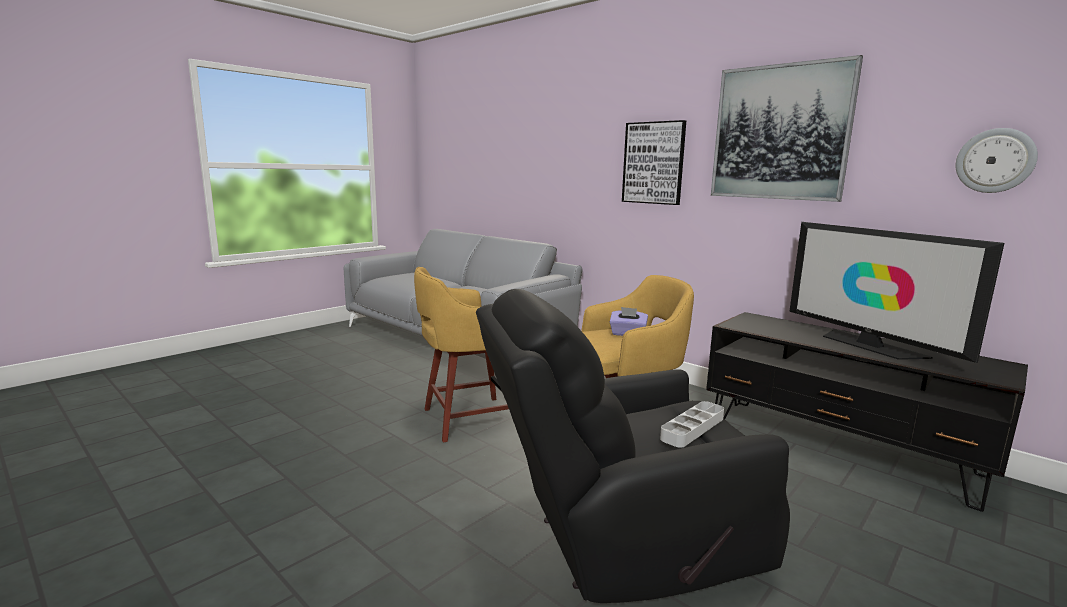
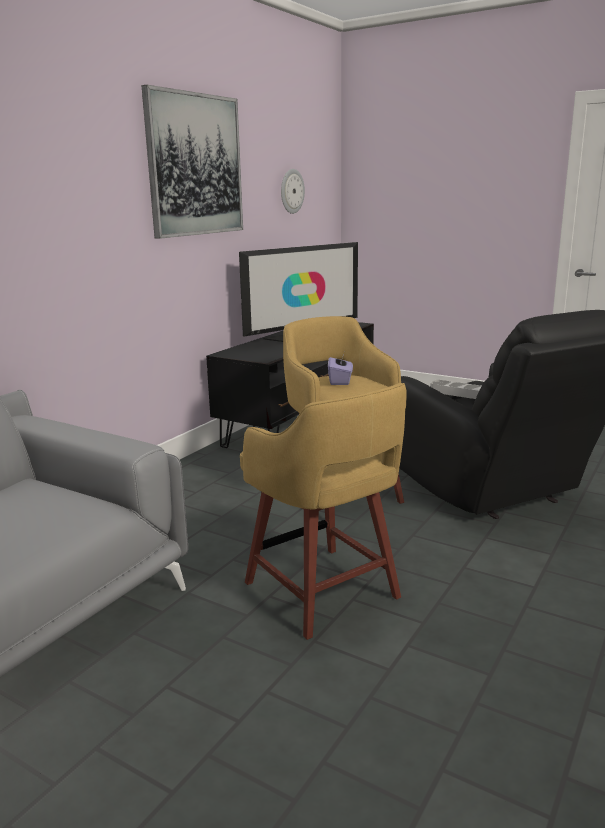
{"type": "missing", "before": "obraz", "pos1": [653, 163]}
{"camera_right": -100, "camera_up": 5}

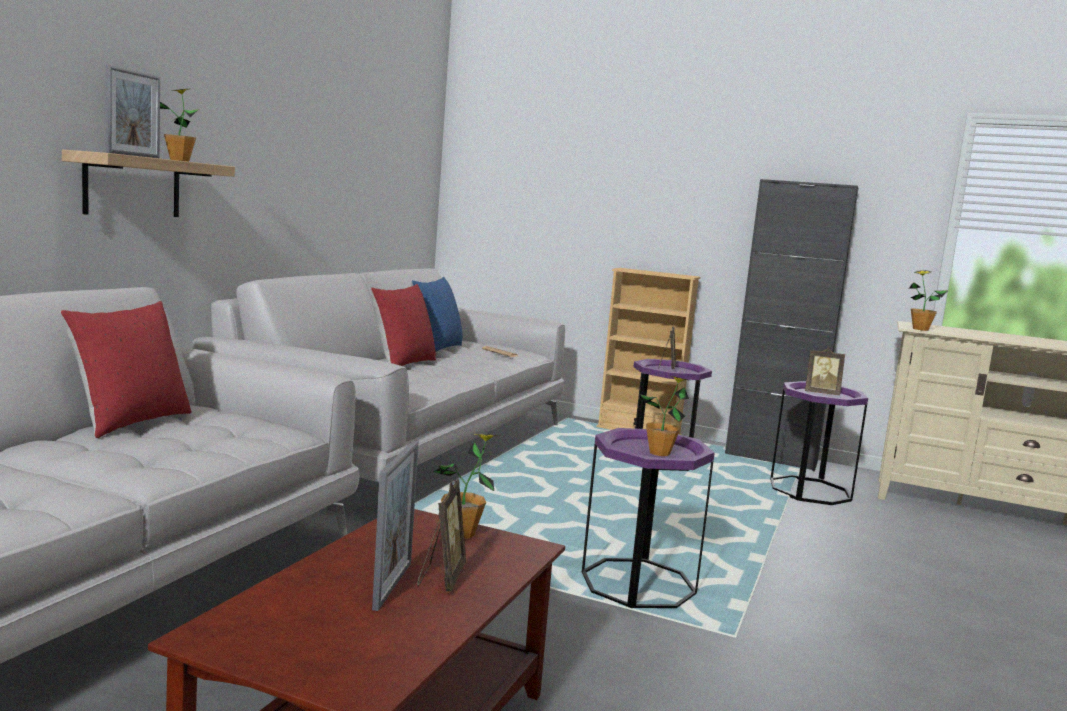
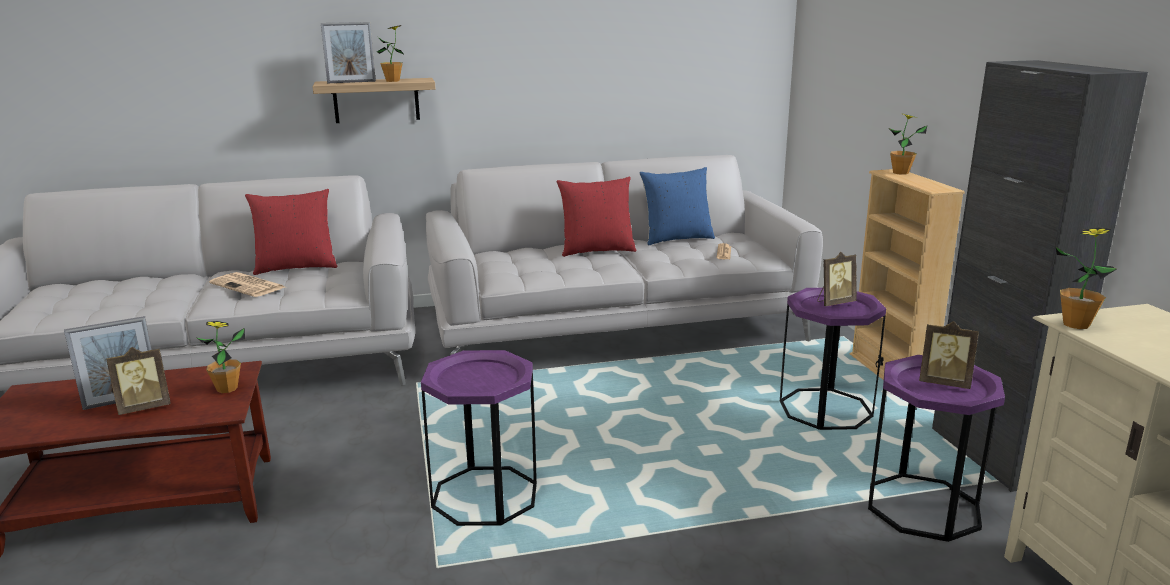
{"type": "appeared", "after": "gazeta", "pos2": [249, 286]}
{"type": "relocated", "before": "roślina doniczkowa", "pos1": [659, 453], "pos2": [900, 173]}
{"type": "spun", "before": "ramka na zdjęcie", "pos1": [821, 393], "pos2": [944, 383], "turn": -45}
{"camera_right": 55, "camera_up": 10}

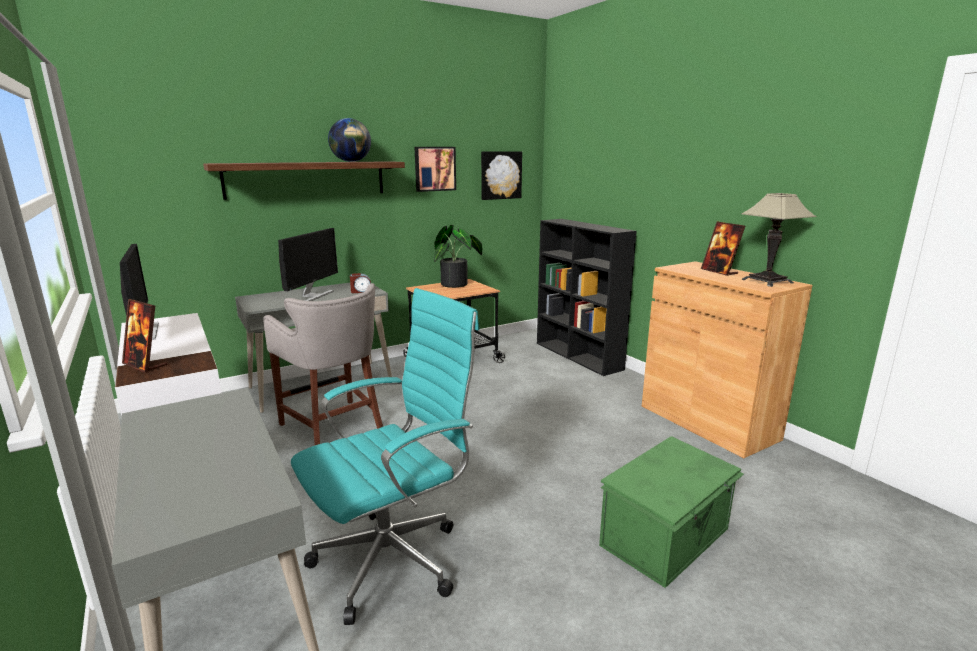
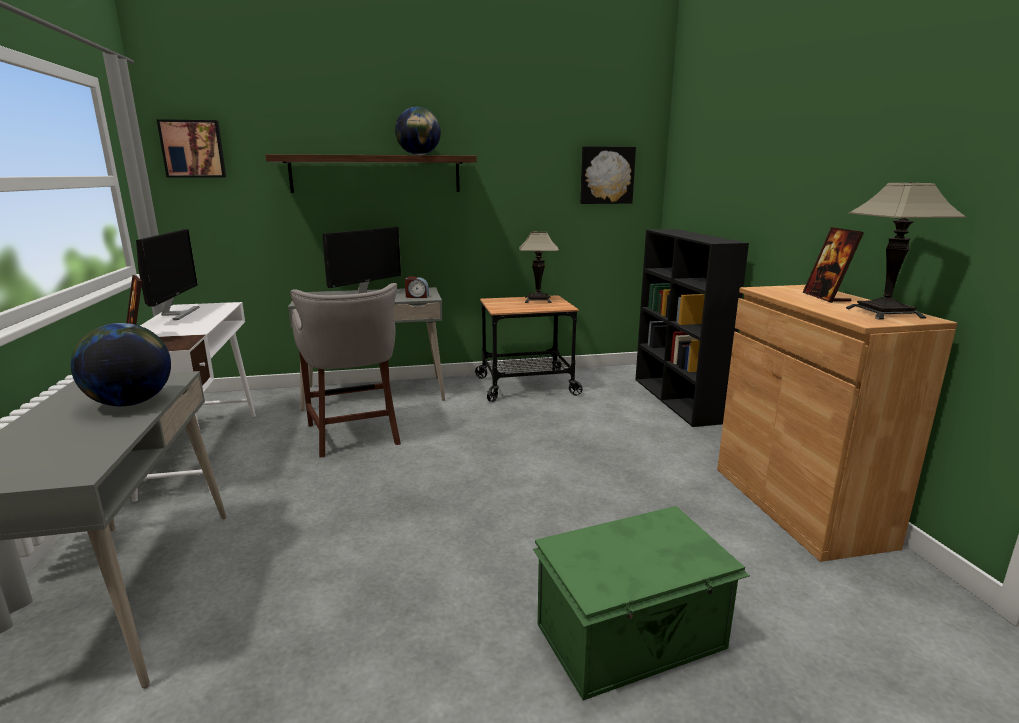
{"type": "missing", "before": "krzesło biurowe/turkusowy", "pos1": [394, 558]}
{"type": "appeared", "after": "globus", "pos2": [130, 403]}
{"type": "relocated", "before": "obraz", "pos1": [434, 169], "pos2": [193, 149]}
{"type": "exchanged", "before": "roślina doniczkowa", "after": "lampa stołowa", "pos1": [457, 284], "pos2": [538, 300]}
{"camera_right": 20, "camera_up": 0}

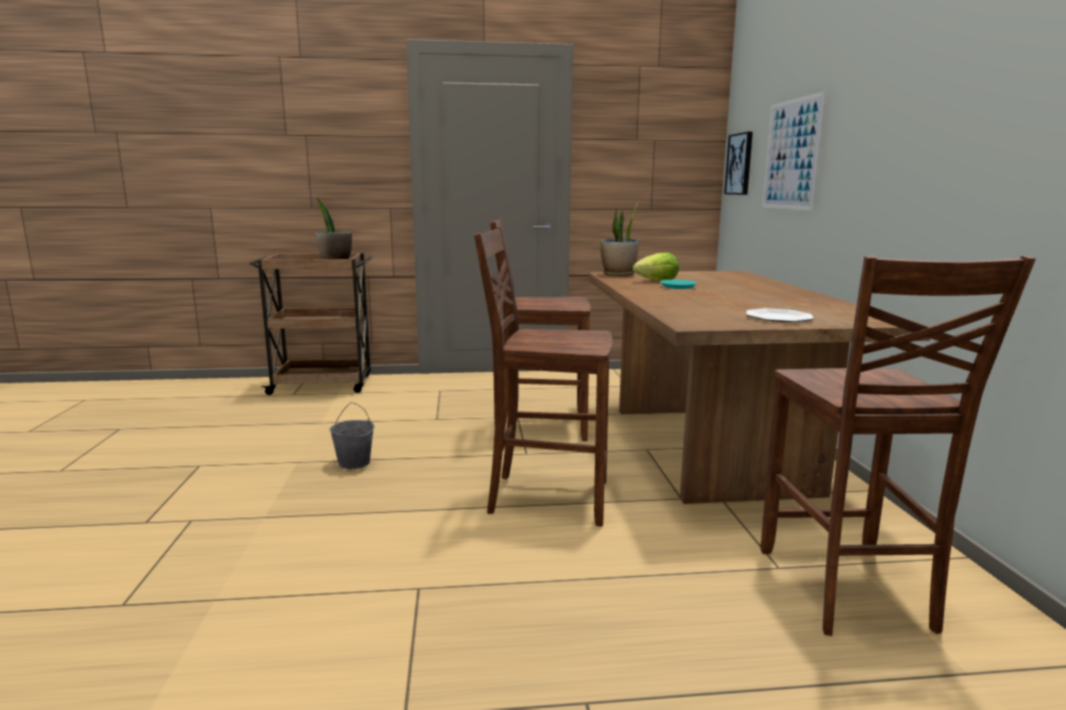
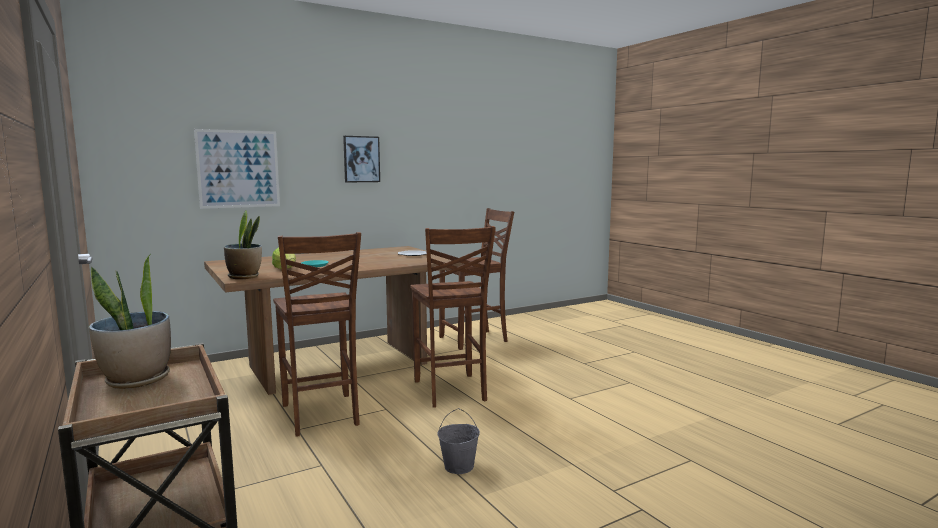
{"type": "relocated", "before": "obraz", "pos1": [740, 164], "pos2": [361, 159]}
{"camera_right": -115, "camera_up": -5}

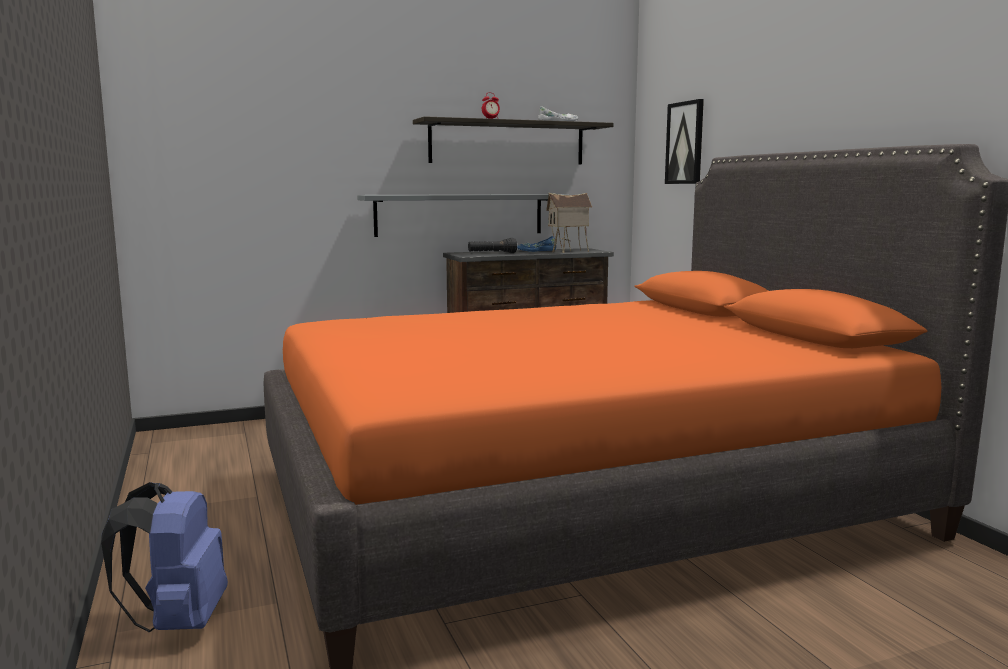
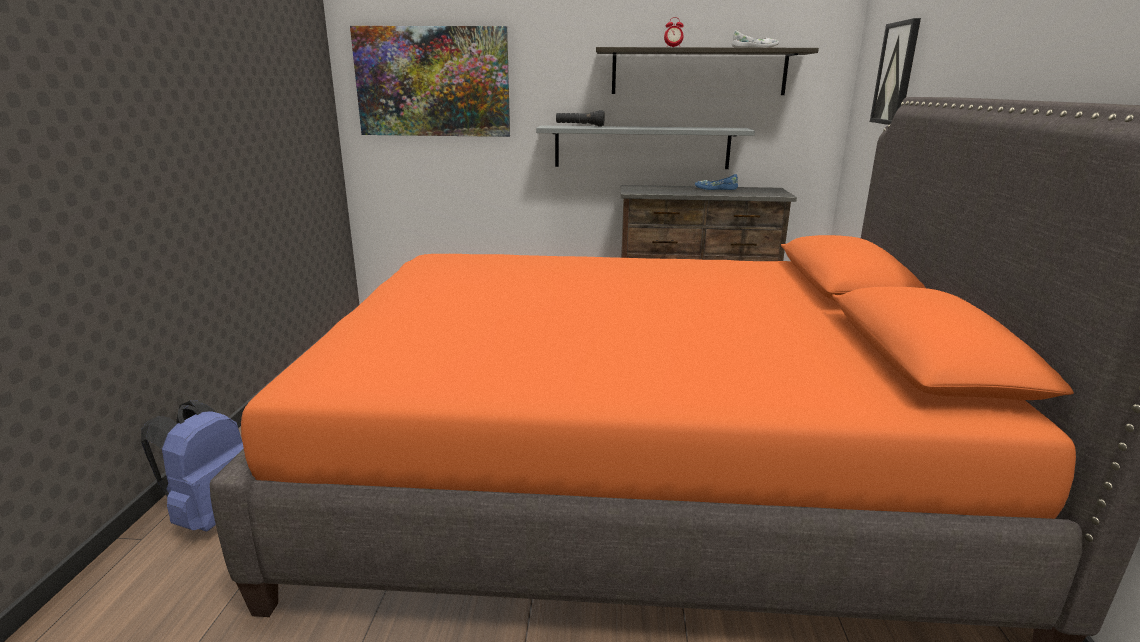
{"type": "missing", "before": "domek", "pos1": [569, 252]}
{"type": "appeared", "after": "obraz", "pos2": [432, 82]}
{"type": "relocated", "before": "latarka/czarny", "pos1": [492, 253], "pos2": [580, 126]}
{"camera_right": 25, "camera_up": 10}

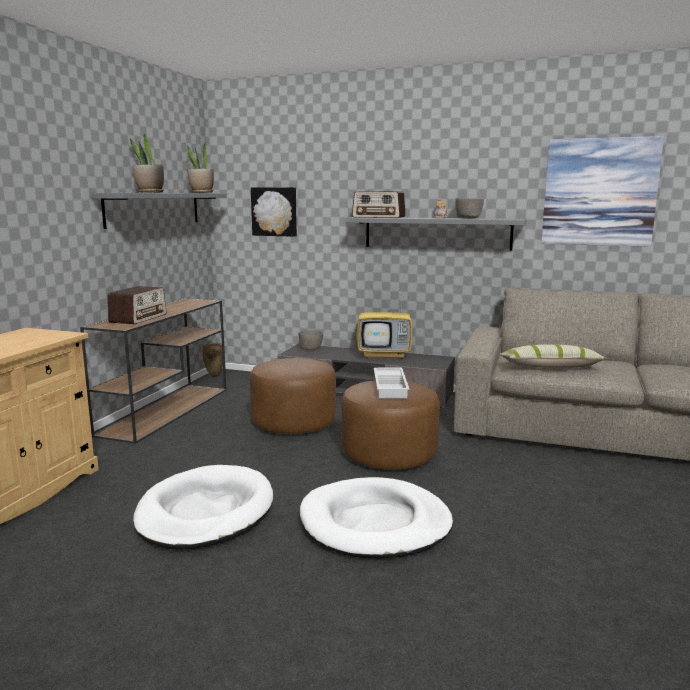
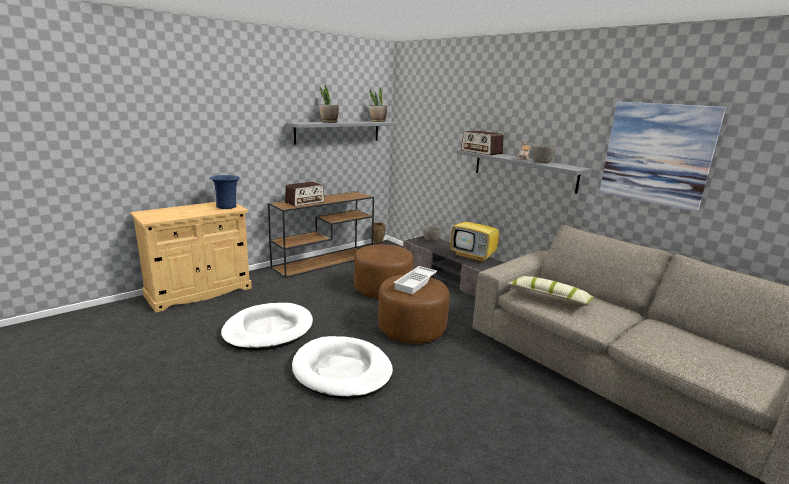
{"type": "missing", "before": "obraz", "pos1": [274, 211]}
{"type": "appeared", "after": "wazon/niebieski", "pos2": [227, 207]}
{"camera_right": 30, "camera_up": 5}

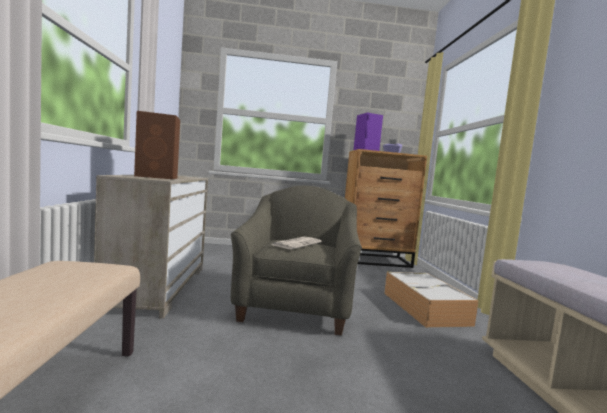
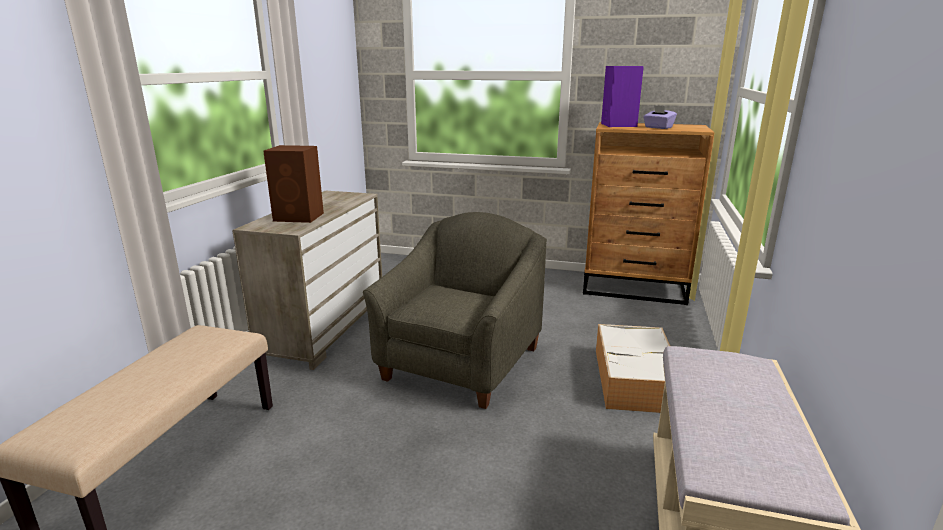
{"type": "missing", "before": "gazeta", "pos1": [296, 243]}
{"camera_right": 20, "camera_up": 15}

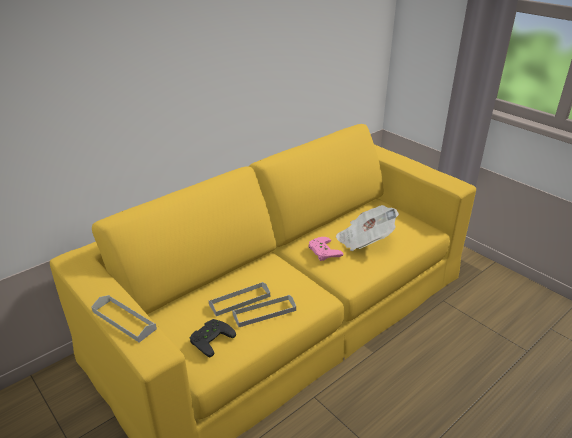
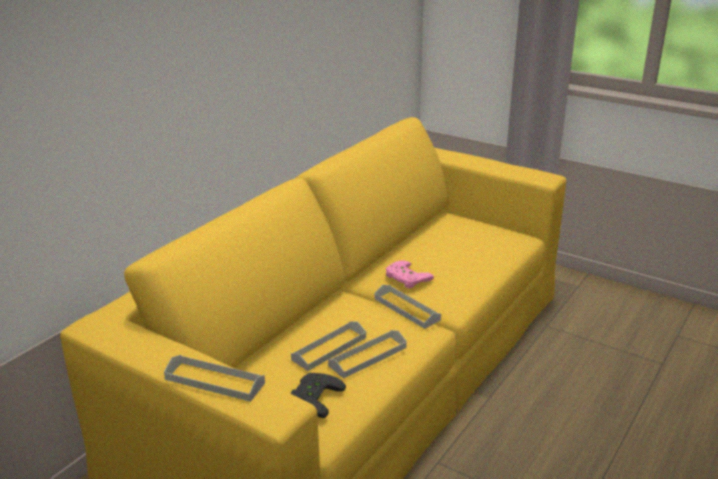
{"type": "missing", "before": "gazeta", "pos1": [365, 240]}
{"type": "appeared", "after": "taca/szary", "pos2": [406, 309]}
{"camera_right": -15, "camera_up": -5}

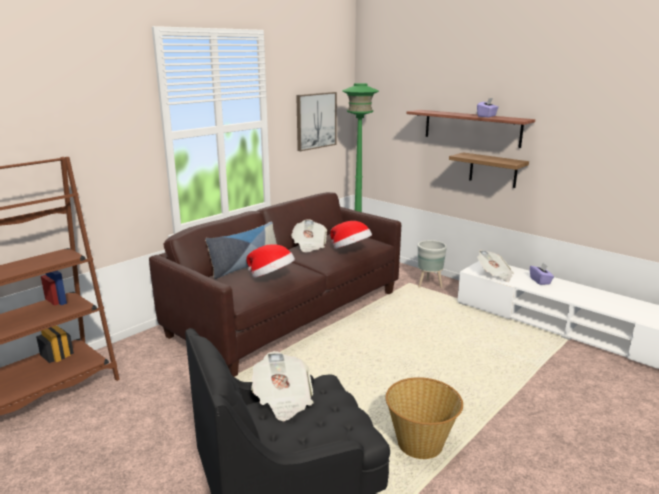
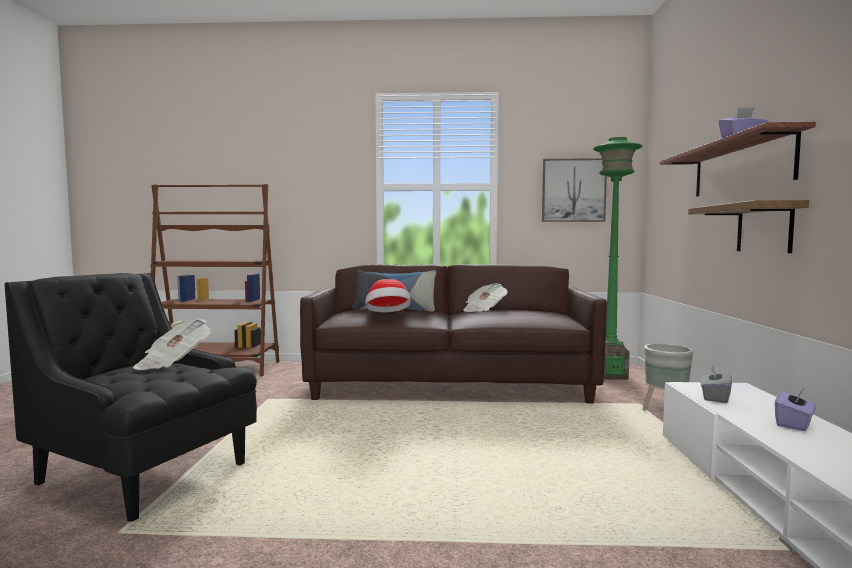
{"type": "missing", "before": "kapelusz", "pos1": [351, 249]}
{"type": "missing", "before": "koszyk", "pos1": [420, 443]}
{"type": "exchanged", "before": "gazeta", "after": "pudełko chusteczek/szary", "pos1": [494, 275], "pos2": [715, 397]}
{"camera_right": 50, "camera_up": -15}

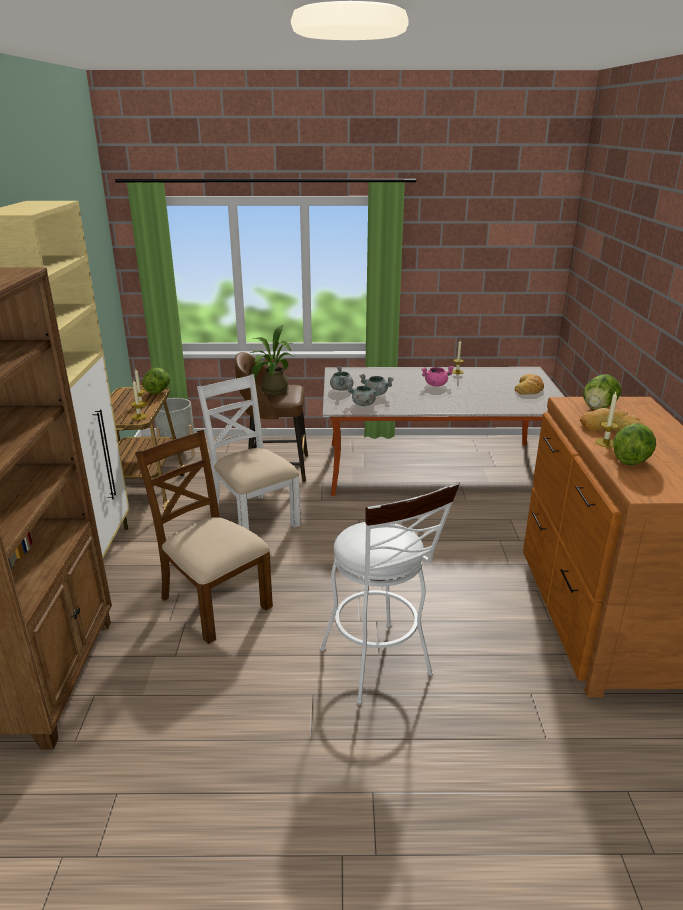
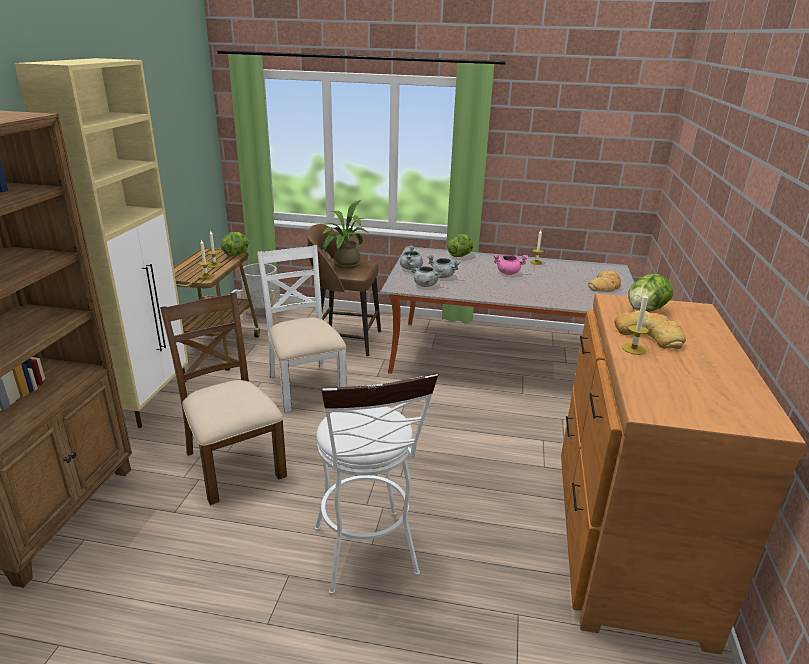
{"type": "relocated", "before": "sałata", "pos1": [630, 460], "pos2": [460, 256]}
{"camera_right": 10, "camera_up": 0}

